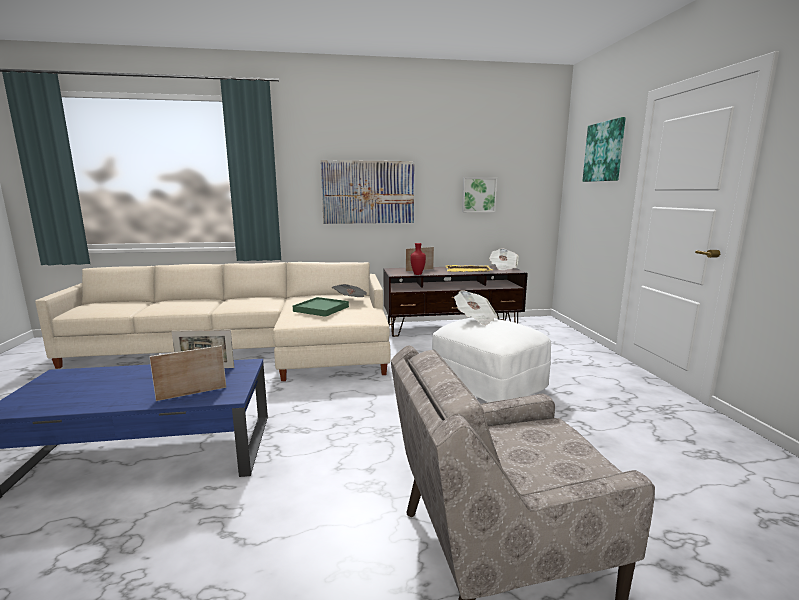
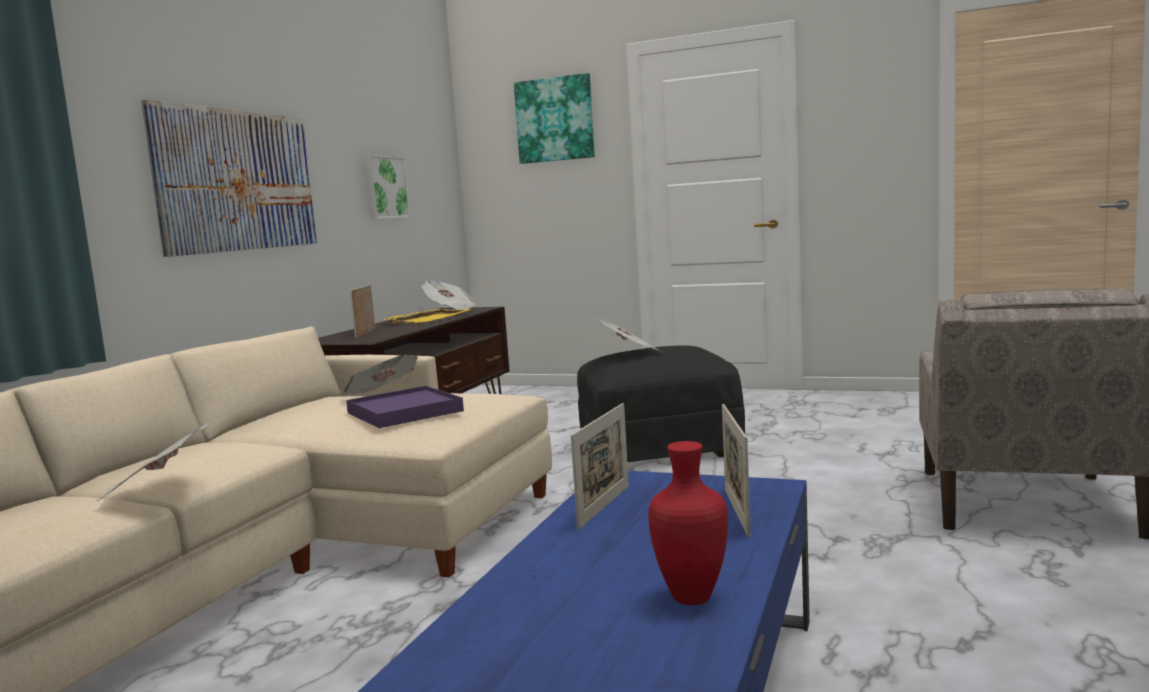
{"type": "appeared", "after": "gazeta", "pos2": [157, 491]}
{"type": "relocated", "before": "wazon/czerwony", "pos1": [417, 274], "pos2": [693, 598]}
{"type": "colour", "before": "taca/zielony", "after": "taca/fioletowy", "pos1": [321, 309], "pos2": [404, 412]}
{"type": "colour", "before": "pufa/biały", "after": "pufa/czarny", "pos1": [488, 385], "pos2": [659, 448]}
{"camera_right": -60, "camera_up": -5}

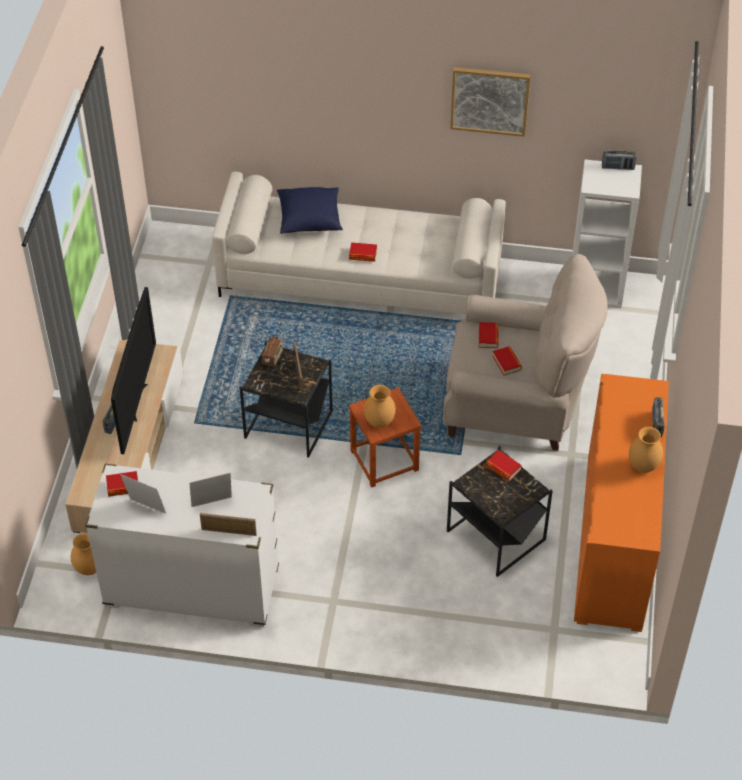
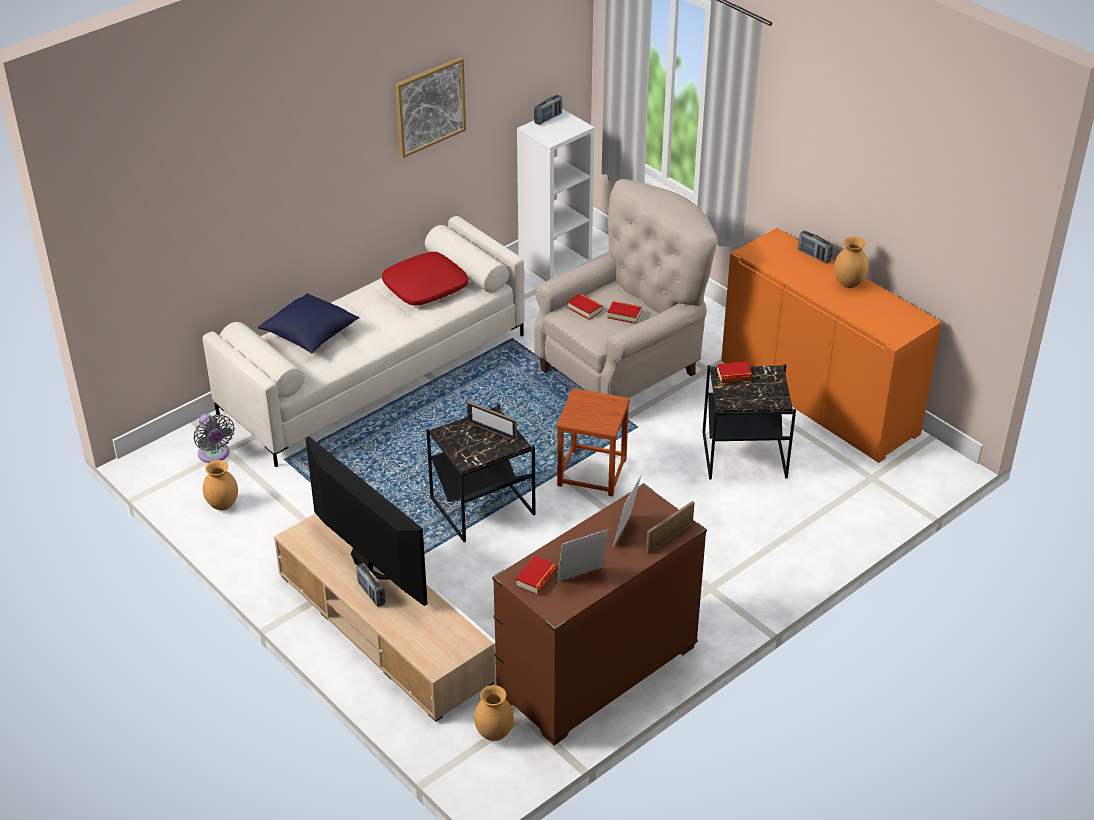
{"type": "missing", "before": "radio", "pos1": [273, 358]}
{"type": "missing", "before": "książka", "pos1": [363, 255]}
{"type": "appeared", "after": "wentylator/szary", "pos2": [214, 455]}
{"type": "appeared", "after": "poduszka/czerwony", "pos2": [425, 287]}
{"type": "relocated", "before": "wazon/brązowy", "pos1": [380, 422], "pos2": [223, 505]}
{"type": "colour", "before": "komoda/biały", "after": "komoda/brązowy", "pos1": [191, 588], "pos2": [597, 673]}
{"camera_right": -50, "camera_up": -10}

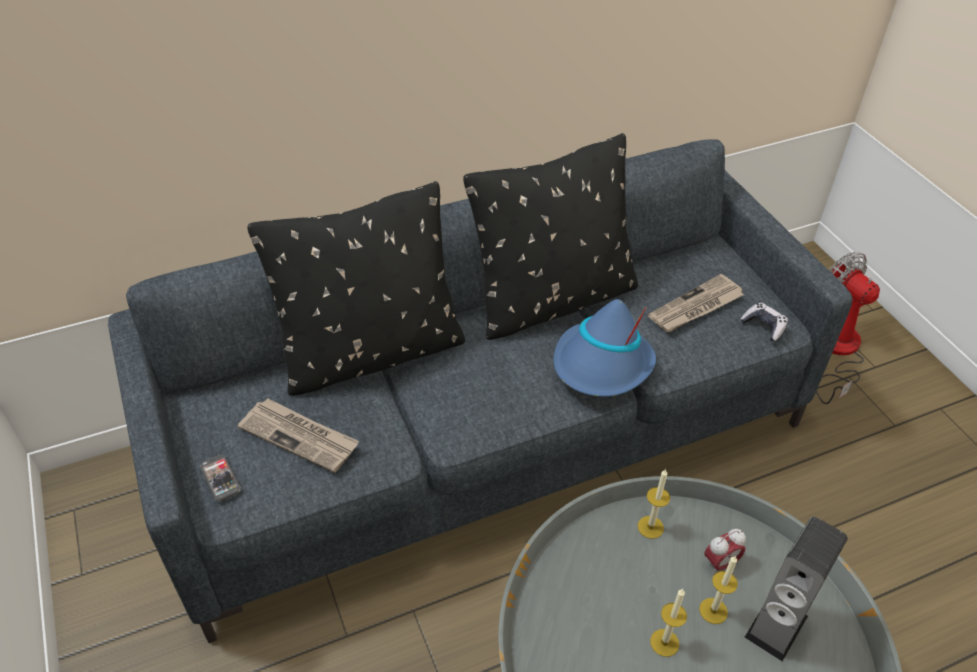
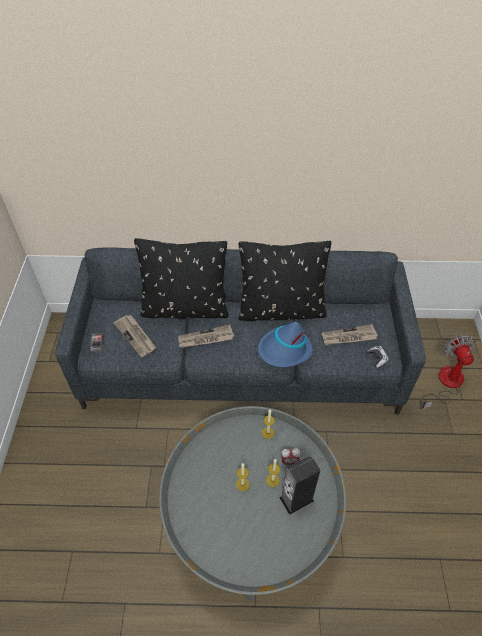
{"type": "appeared", "after": "gazeta", "pos2": [205, 338]}
{"camera_right": 25, "camera_up": 5}

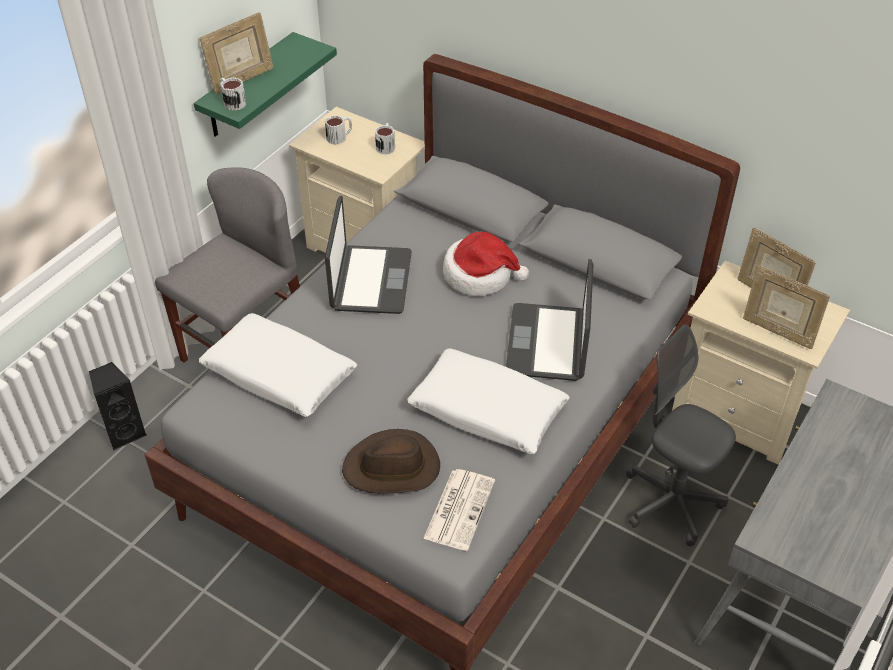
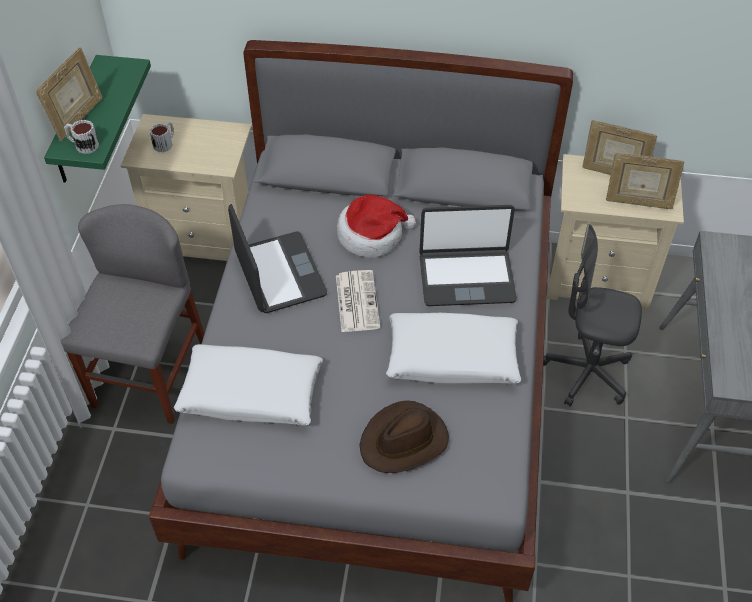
{"type": "missing", "before": "głośnik/czarny", "pos1": [125, 432]}
{"type": "missing", "before": "kubek", "pos1": [386, 146]}
{"type": "relocated", "before": "gazeta", "pos1": [459, 508], "pos2": [356, 301]}
{"type": "spun", "before": "laptop", "pos1": [548, 343], "pos2": [466, 277], "turn": -75}
{"camera_right": -25, "camera_up": 5}

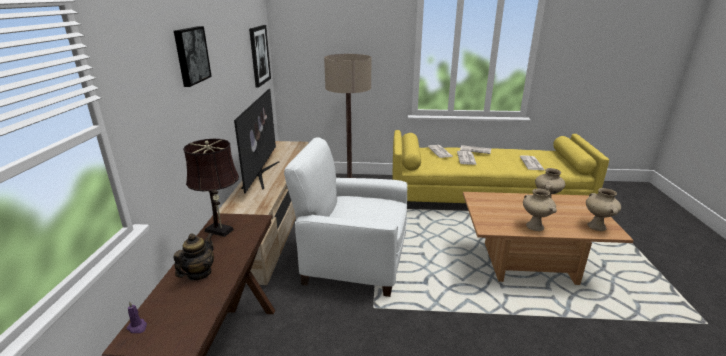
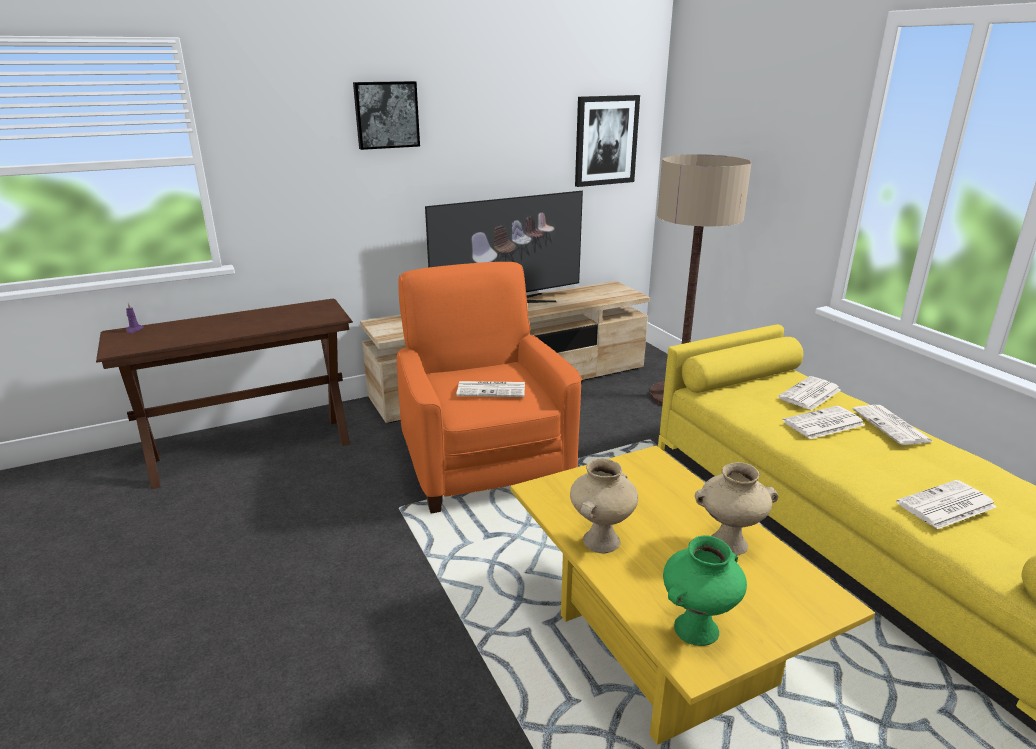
{"type": "missing", "before": "imbryk", "pos1": [199, 273]}
{"type": "missing", "before": "lampa stołowa/brązowy", "pos1": [221, 231]}
{"type": "appeared", "after": "gazeta", "pos2": [492, 390]}
{"type": "colour", "before": "fotel/biały", "after": "fotel/pomarańczowy", "pos1": [353, 262], "pos2": [484, 463]}
{"type": "colour", "before": "ława/brązowy", "after": "ława/żółty", "pos1": [528, 265], "pos2": [657, 649]}
{"type": "colour", "before": "wazon/beżowy", "after": "wazon/zielony", "pos1": [597, 226], "pos2": [696, 630]}
{"camera_right": 60, "camera_up": 0}

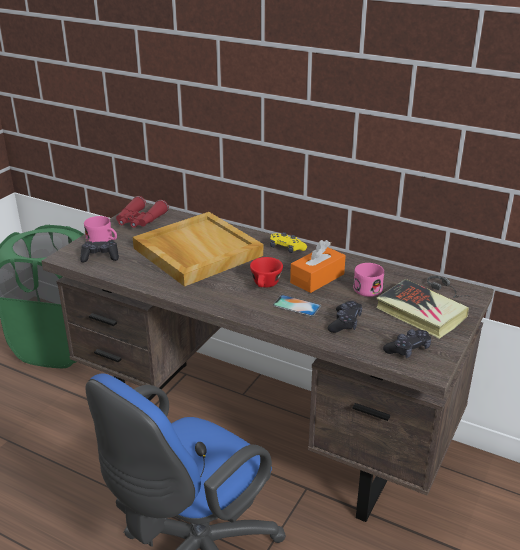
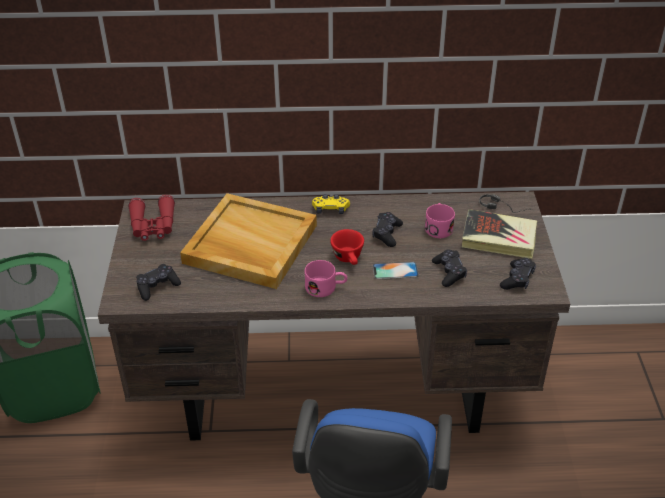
{"type": "relocated", "before": "kubek/różowy", "pos1": [103, 241], "pos2": [326, 288]}
{"type": "exchanged", "before": "pudełko chusteczek/pomarańczowy", "after": "pad do gier/czarny", "pos1": [317, 278], "pos2": [387, 234]}
{"camera_right": -30, "camera_up": 10}

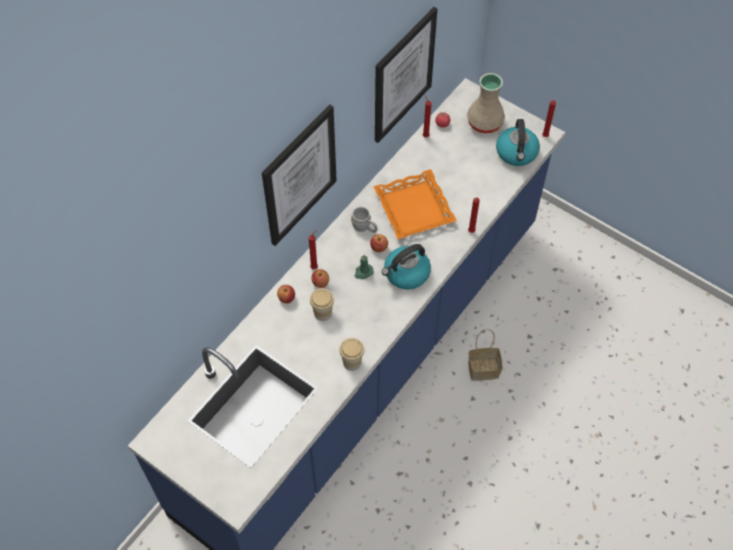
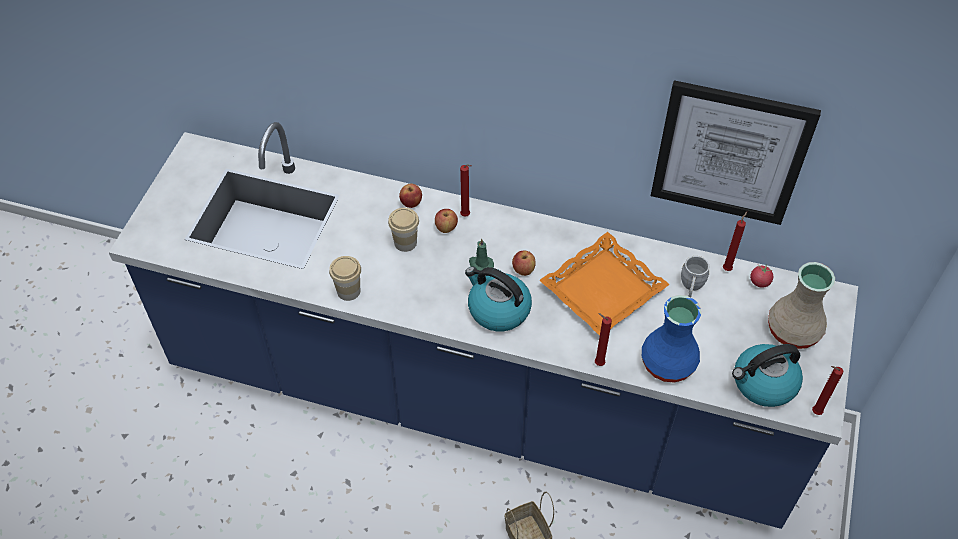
{"type": "missing", "before": "obraz", "pos1": [299, 175]}
{"type": "appeared", "after": "wazon/niebieski", "pos2": [668, 361]}
{"type": "relocated", "before": "kubek/szary", "pos1": [364, 228], "pos2": [691, 287]}
{"camera_right": 70, "camera_up": -5}

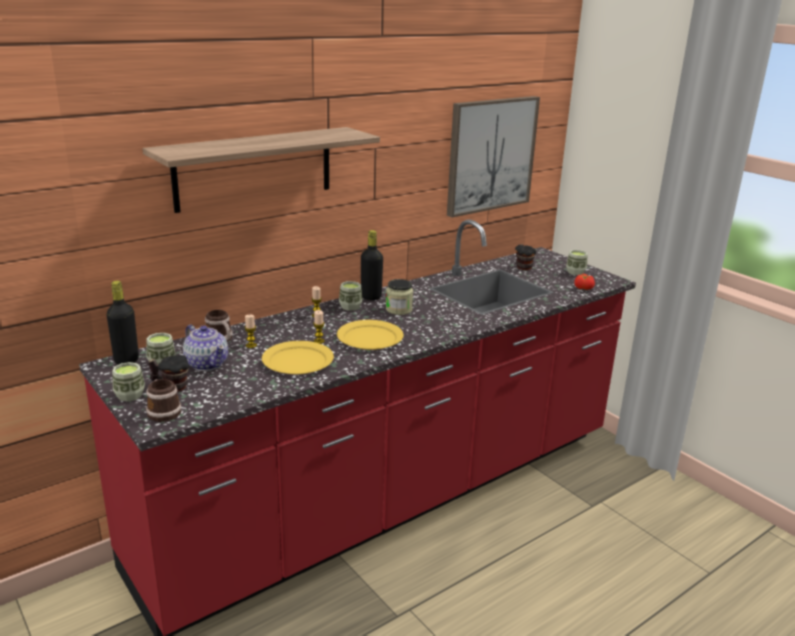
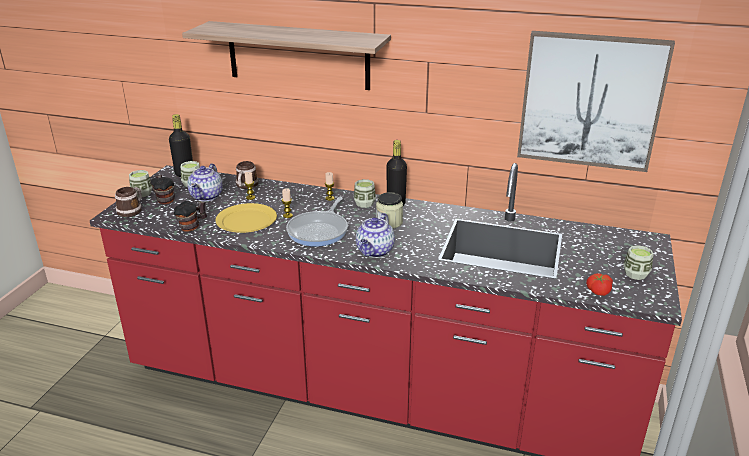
{"type": "appeared", "after": "imbryk", "pos2": [375, 251]}
{"type": "relocated", "before": "kubek", "pos1": [523, 266], "pos2": [192, 226]}
{"type": "exchanged", "before": "talerz/żółty", "after": "patelnia", "pos1": [370, 338], "pos2": [319, 231]}
{"camera_right": 55, "camera_up": 5}

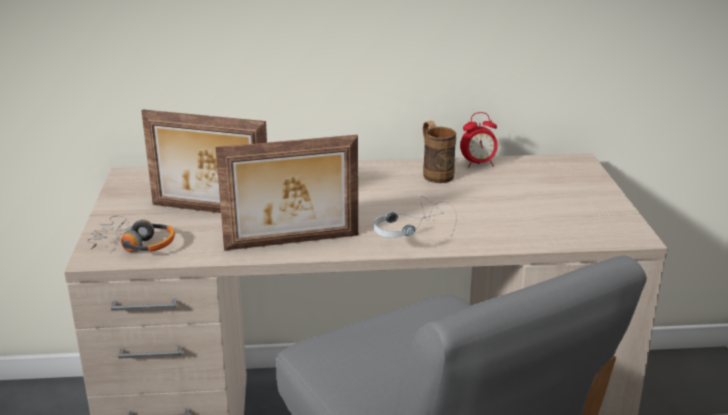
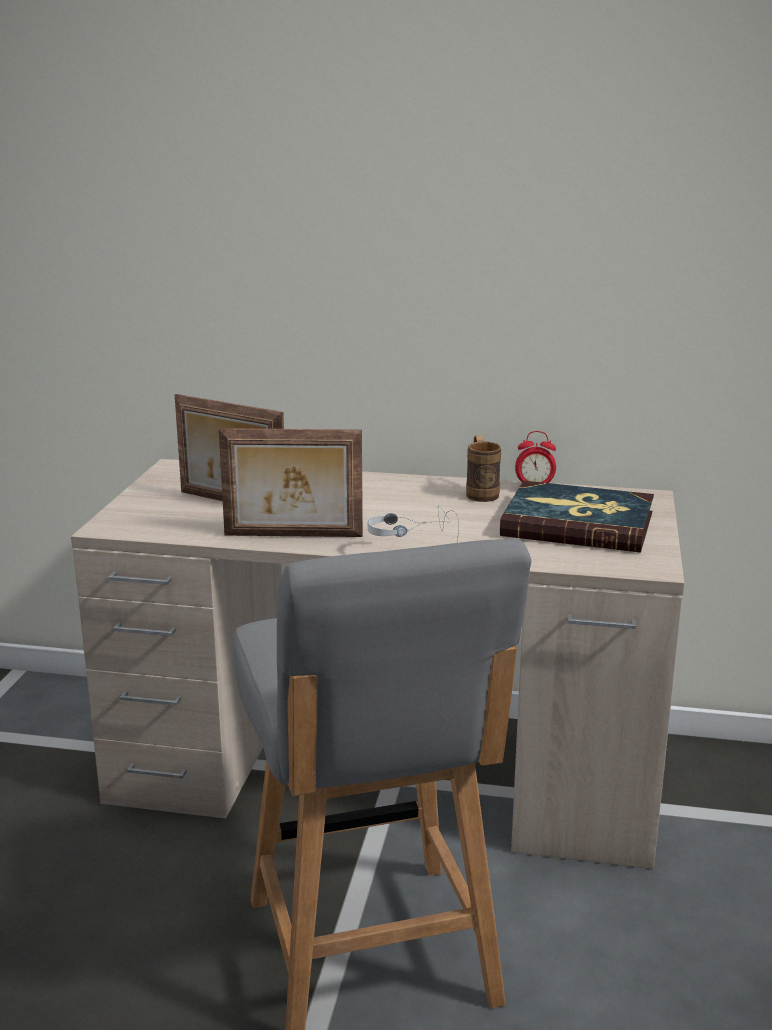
{"type": "missing", "before": "słuchawki", "pos1": [133, 244]}
{"type": "appeared", "after": "książka", "pos2": [578, 524]}
{"camera_right": 15, "camera_up": -5}

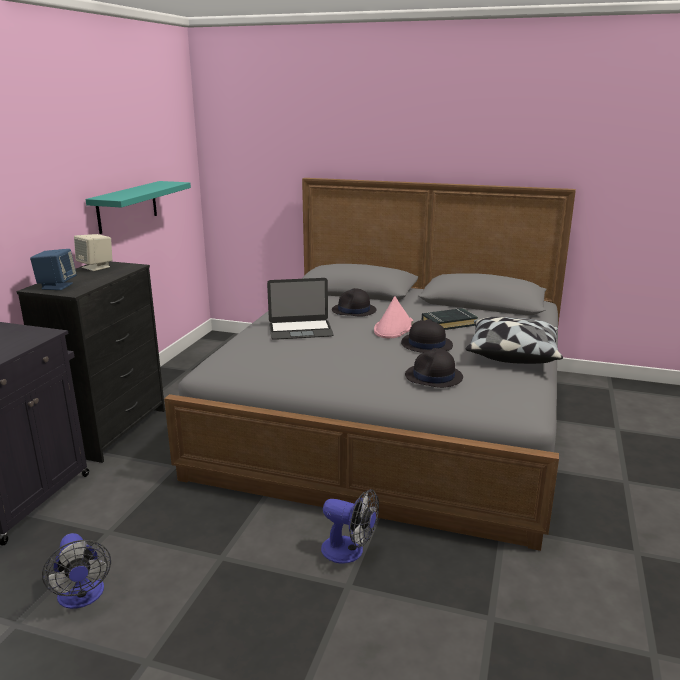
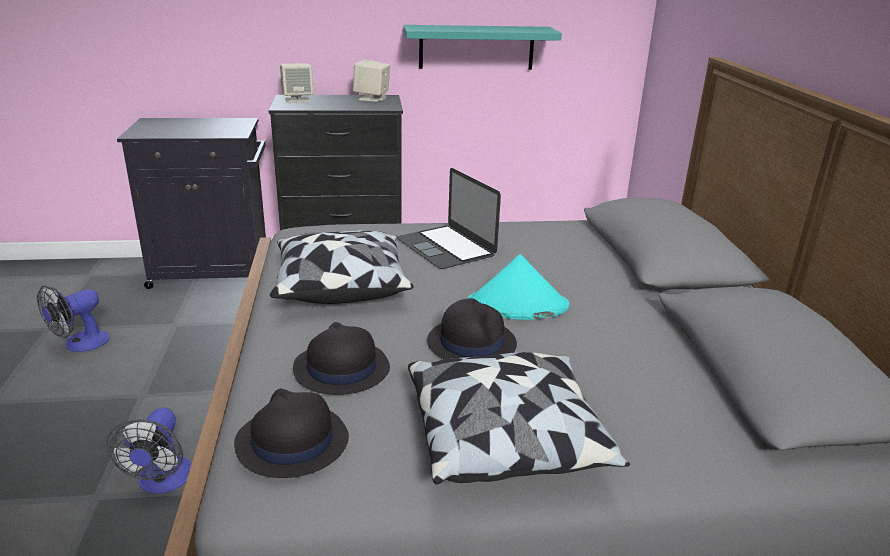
{"type": "missing", "before": "książka/czarny", "pos1": [448, 323]}
{"type": "appeared", "after": "poduszka", "pos2": [340, 285]}
{"type": "relocated", "before": "kapelusz/czarny", "pos1": [354, 311], "pos2": [291, 442]}
{"type": "colour", "before": "głośnik/niebieski", "after": "głośnik/beżowy", "pos1": [57, 286], "pos2": [297, 100]}
{"type": "colour", "before": "kapelusz/różowy", "after": "kapelusz/turkusowy", "pos1": [393, 328], "pos2": [517, 306]}
{"camera_right": 65, "camera_up": 5}

